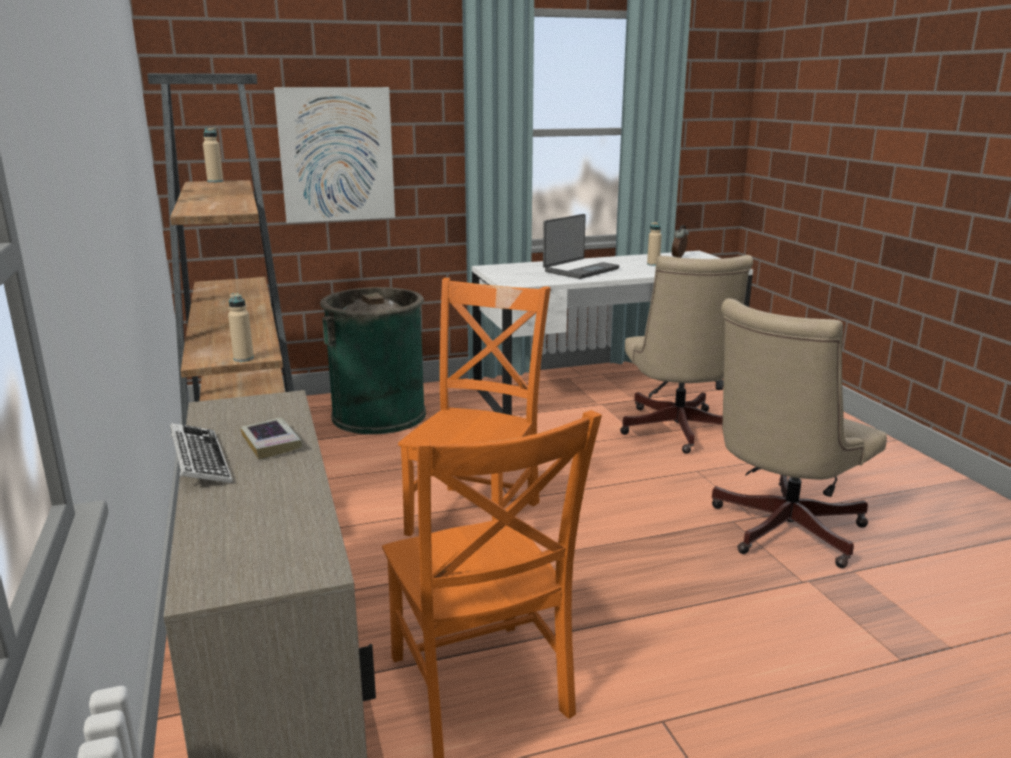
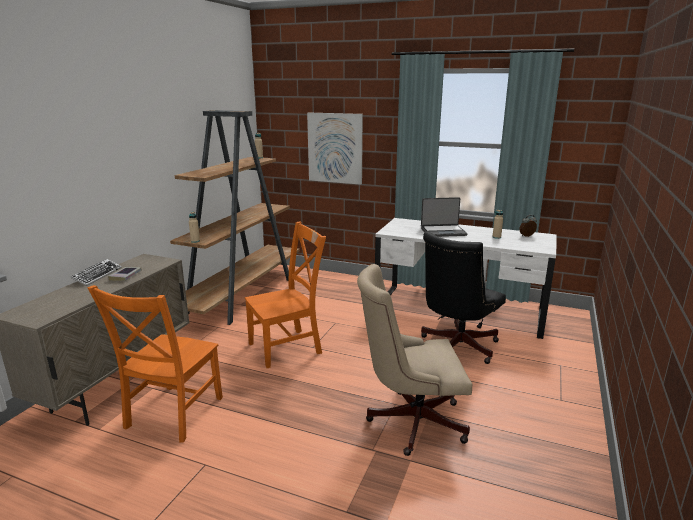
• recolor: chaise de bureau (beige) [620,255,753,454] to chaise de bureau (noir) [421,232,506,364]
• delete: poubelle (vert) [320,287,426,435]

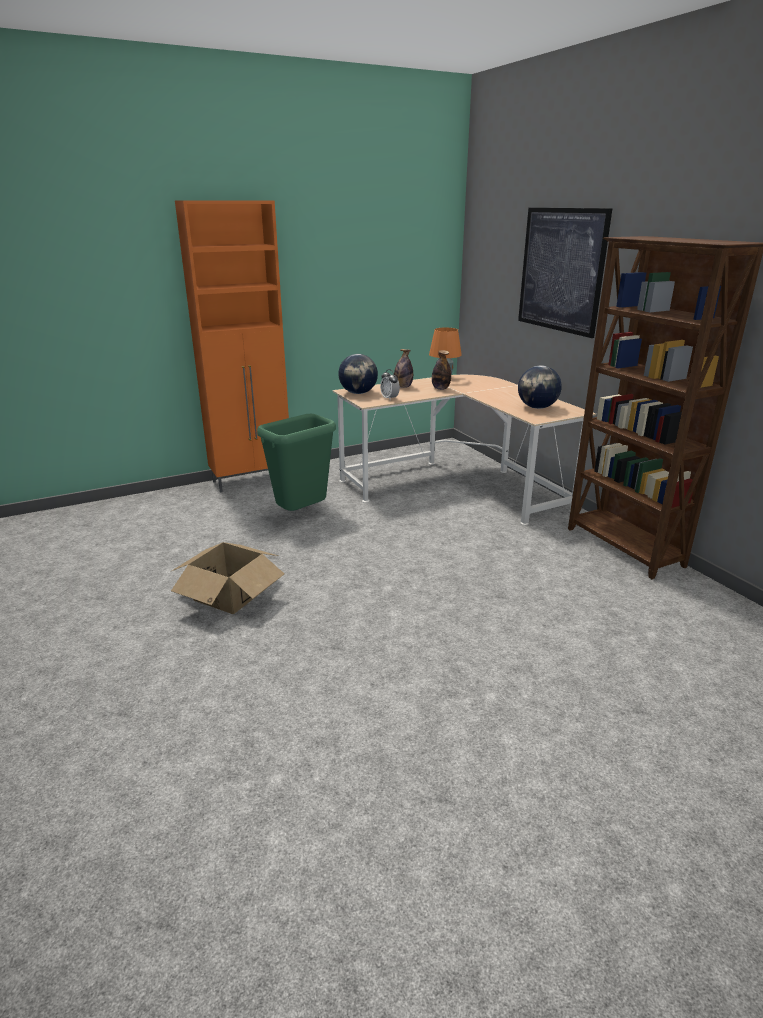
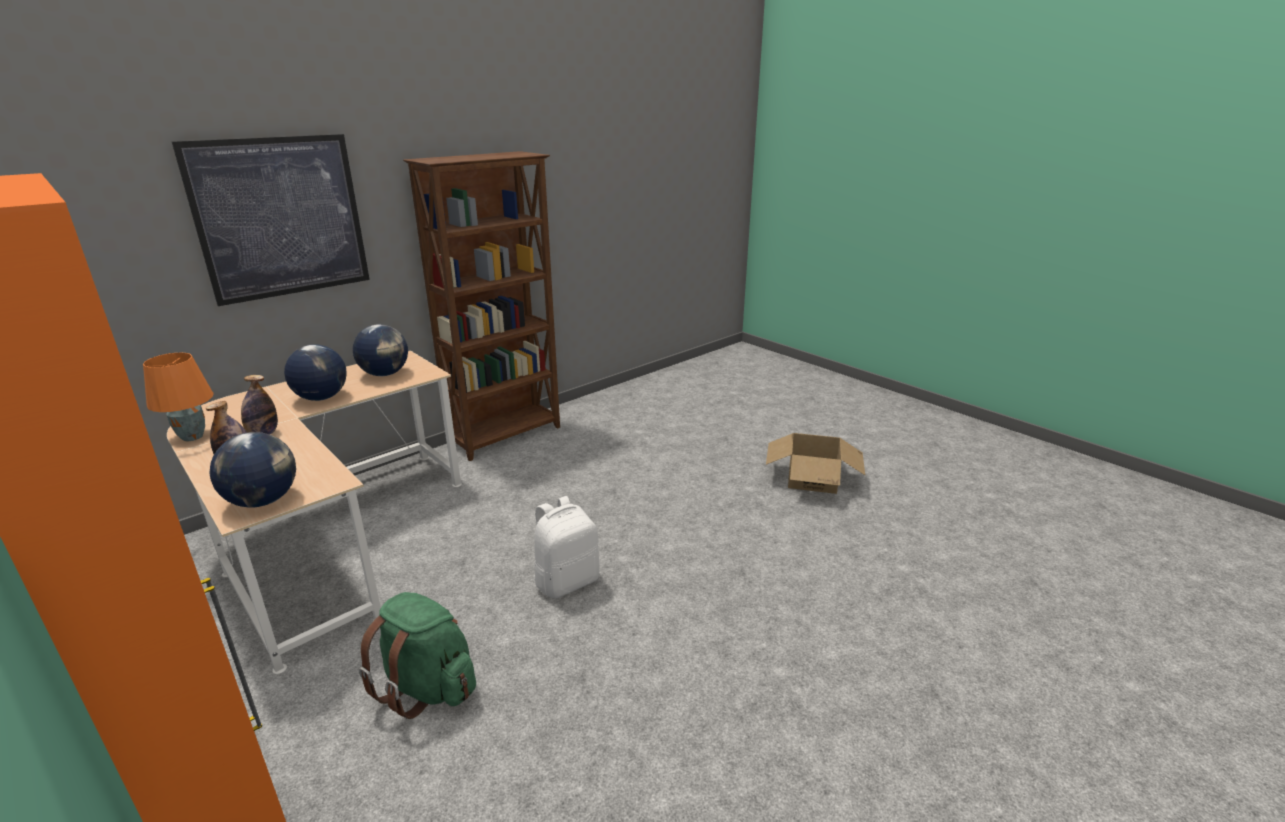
• insert: globe [284,344,347,401]
• replace: poubelle (vert) [257,414,336,511] to sac à dos (vert) [359,592,476,719]
• insert: sac à dos (blanc) [534,496,600,598]
• move: carton [171,542,284,614] to [766,433,865,494]
• delete: réveil [380,369,400,401]

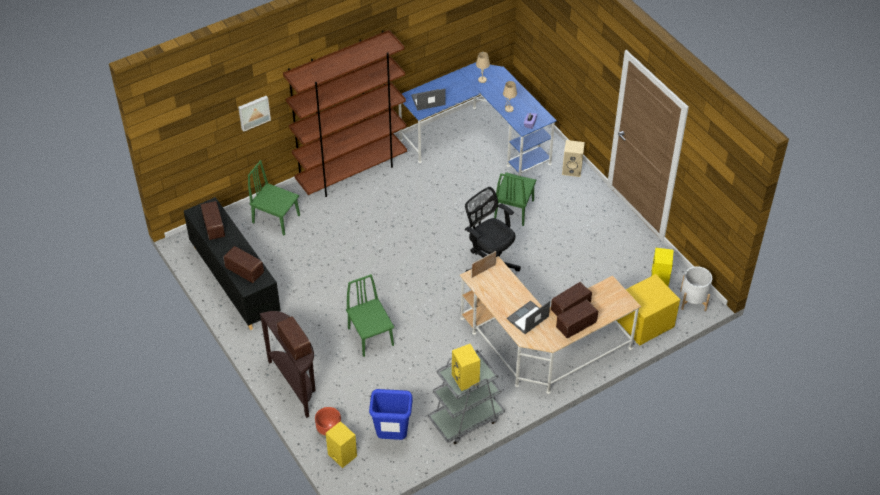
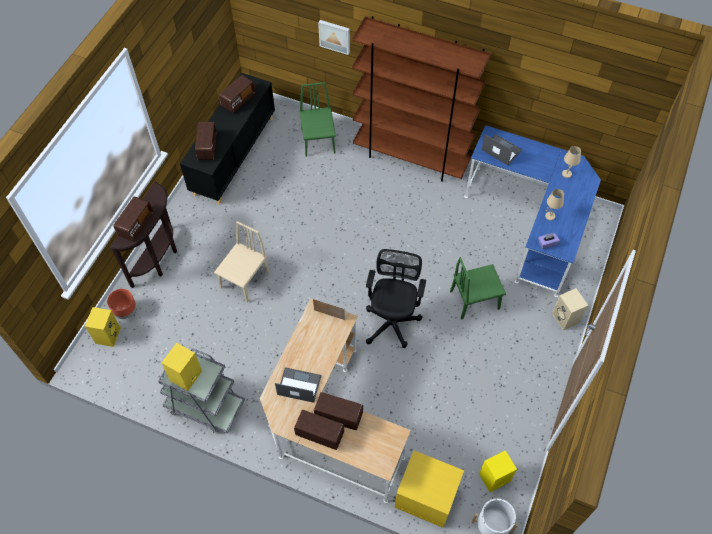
• recolor: chaise (vert) [346,274,394,357] to chaise (beige) [214,221,270,302]
• delete: poubelle (bleu) [369,389,413,440]

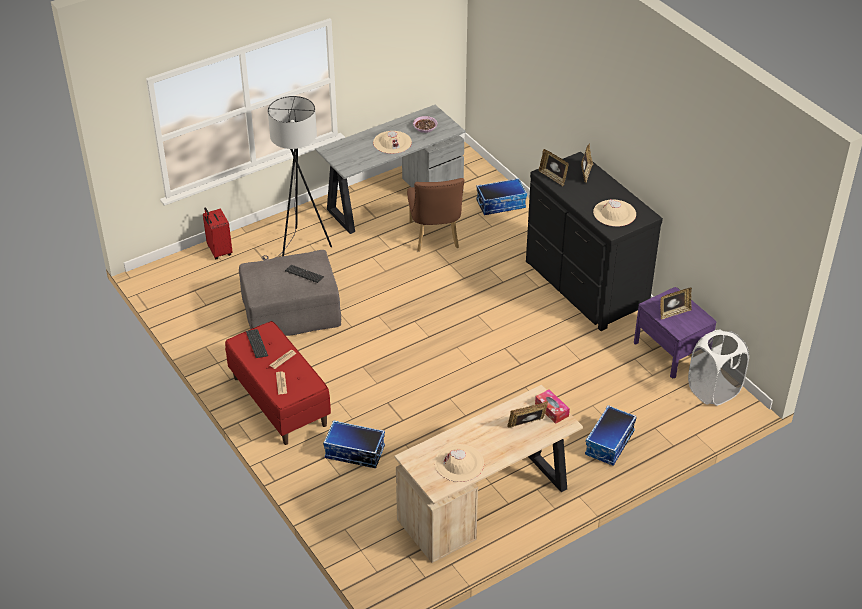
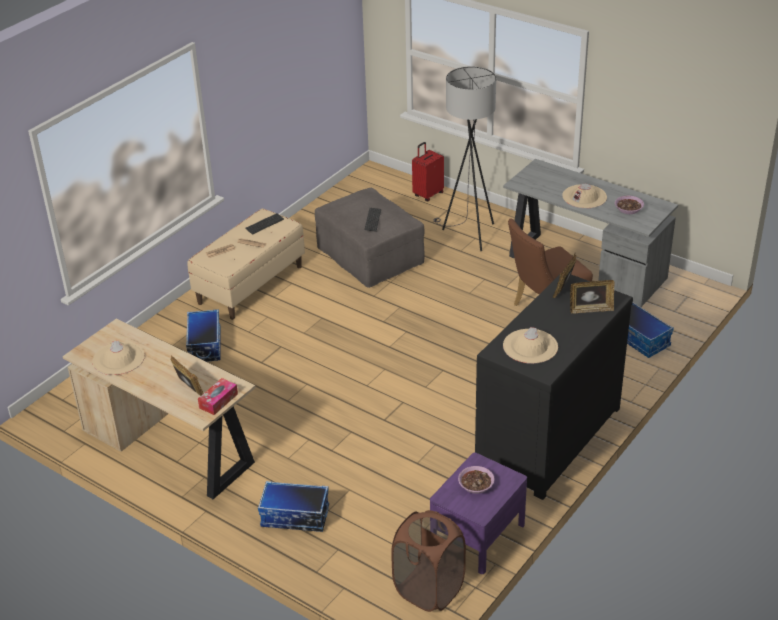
• recolor: banc (rouge) [225,321,331,445] to banc (beige) [188,209,305,320]
• recolor: panier à linge (blanc) [688,330,749,406] to panier à linge (marron) [391,510,466,612]
• replace: cadre photo [660,287,692,320] to bol [458,466,495,494]

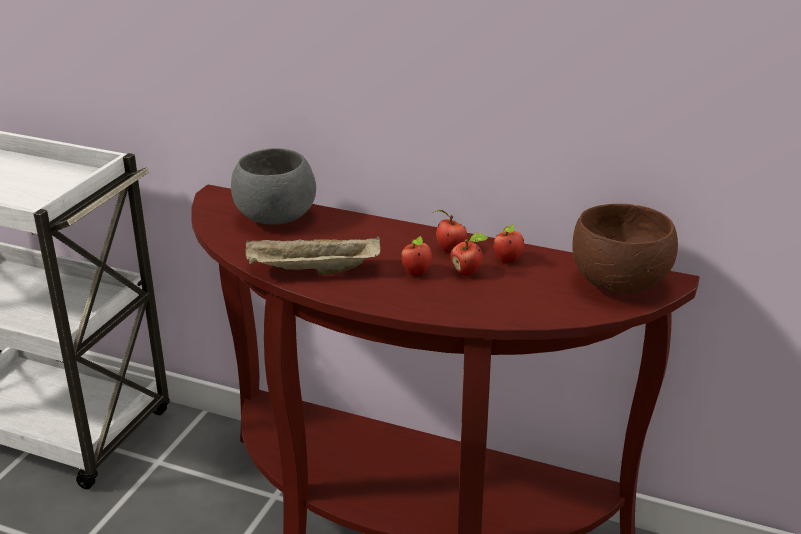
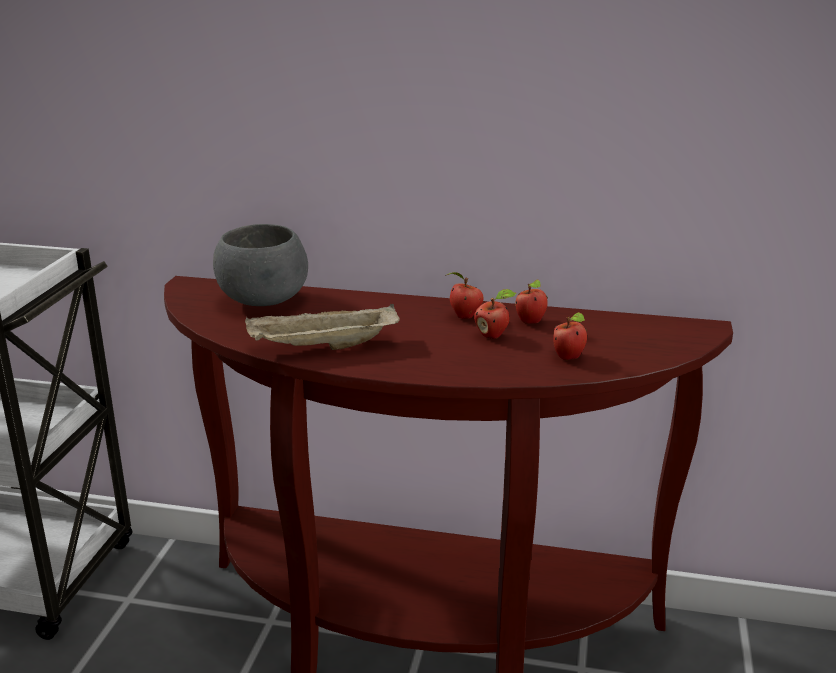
• move: pomme [401,236,432,276] to [553,312,587,360]
• delete: bol (marron) [572,204,678,294]

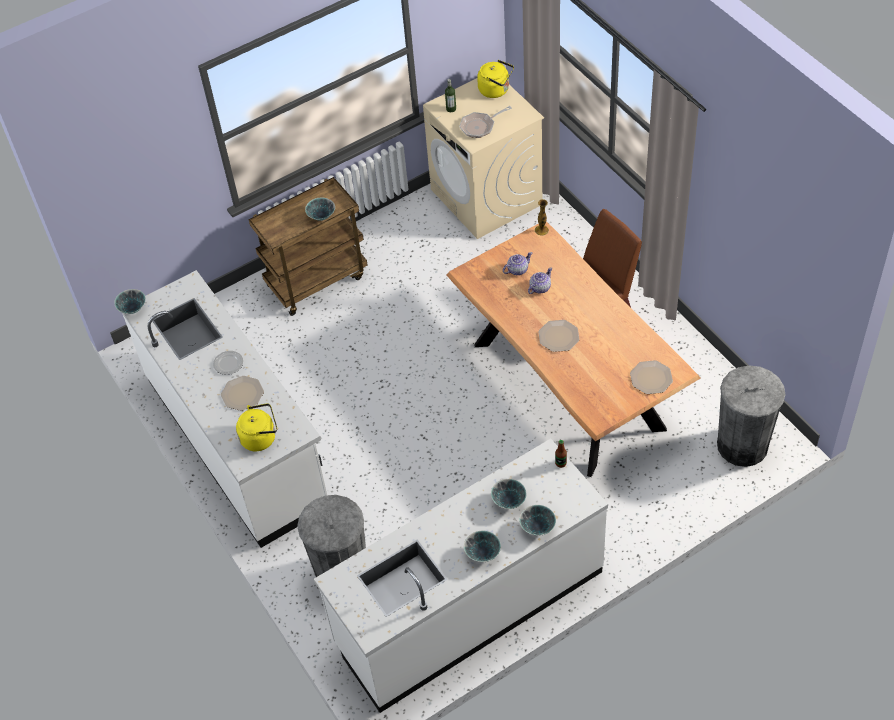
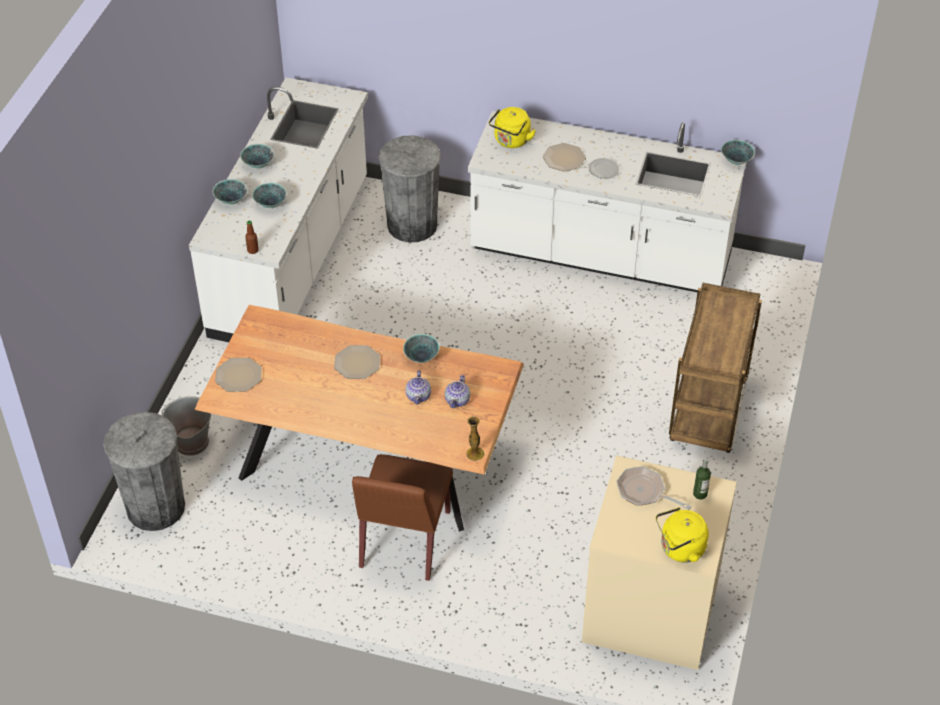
• insert: seau (gris) [161,396,211,456]
• move: bol [305,198,335,221] to [403,334,440,363]
• rotate: poêle [459,106,512,138] = [616,466,691,510] 75 degrees counterclockwise

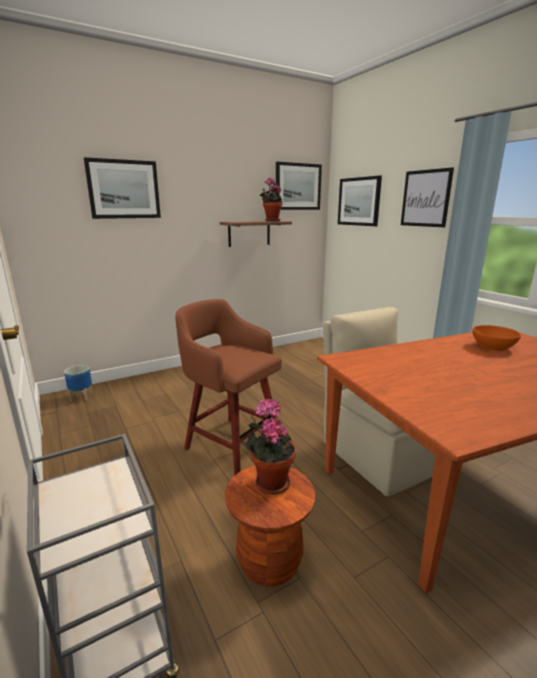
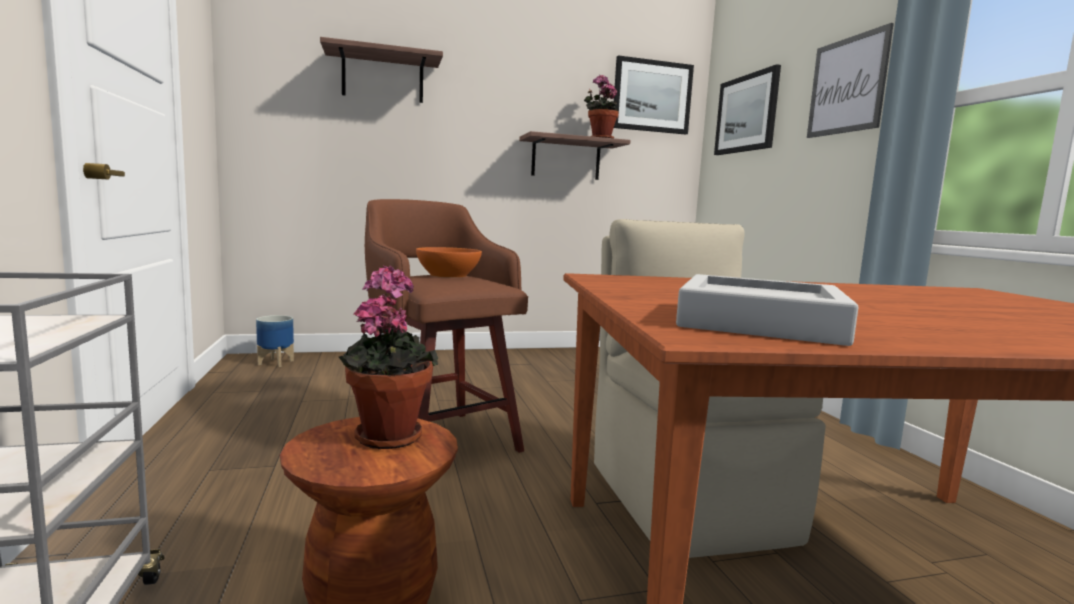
• replace: tableau [84,157,161,219] to étagère [320,37,443,103]
• move: bol (orange) [472,325,521,351] to [416,247,482,278]
• insert: plateau (gris) [676,274,859,346]

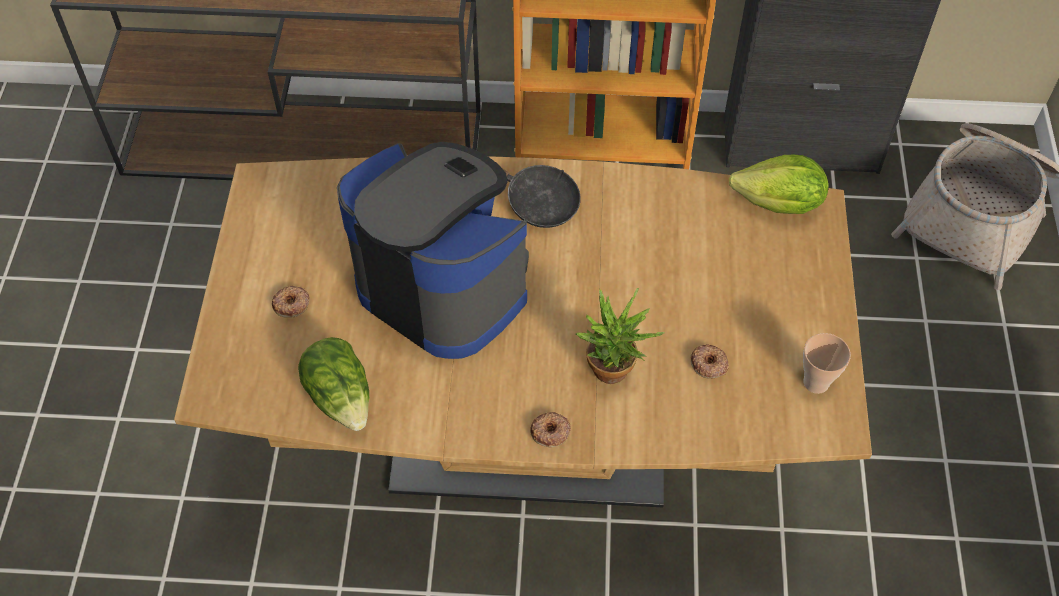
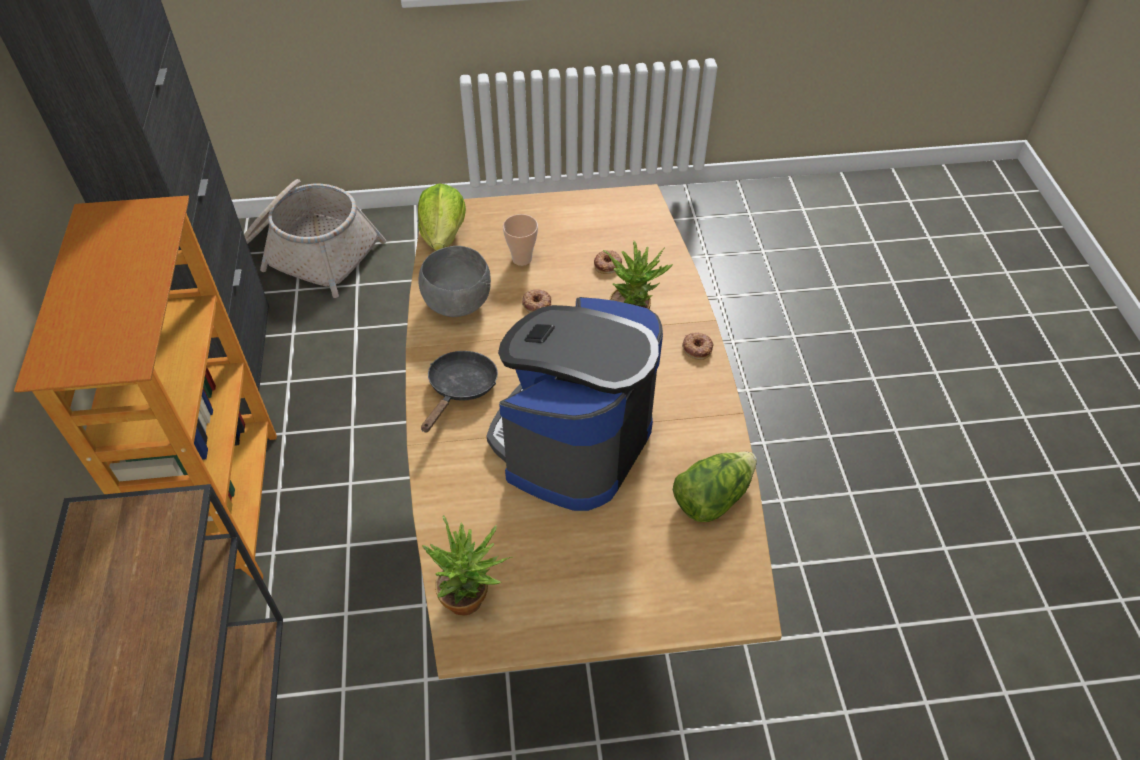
• insert: bol (gris) [418,246,491,317]
• insert: plante en pot [422,515,513,616]
• move: tasse [803,333,851,394] to [503,214,538,266]
• move: beignet [272,286,309,318] to [522,289,551,313]

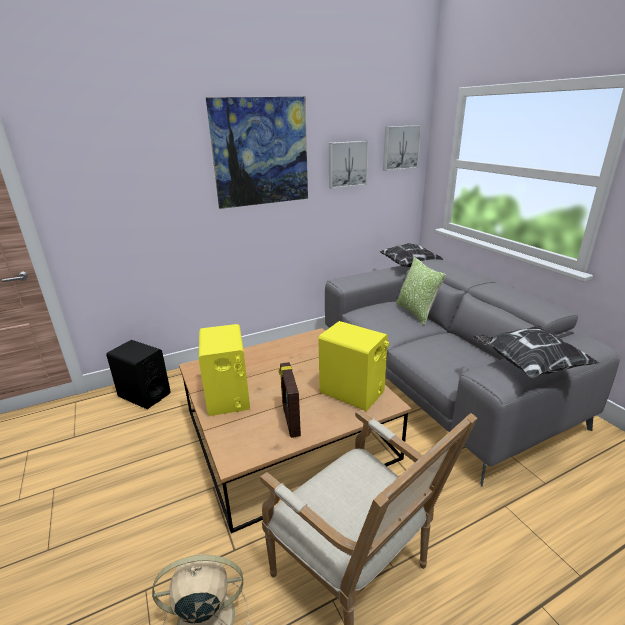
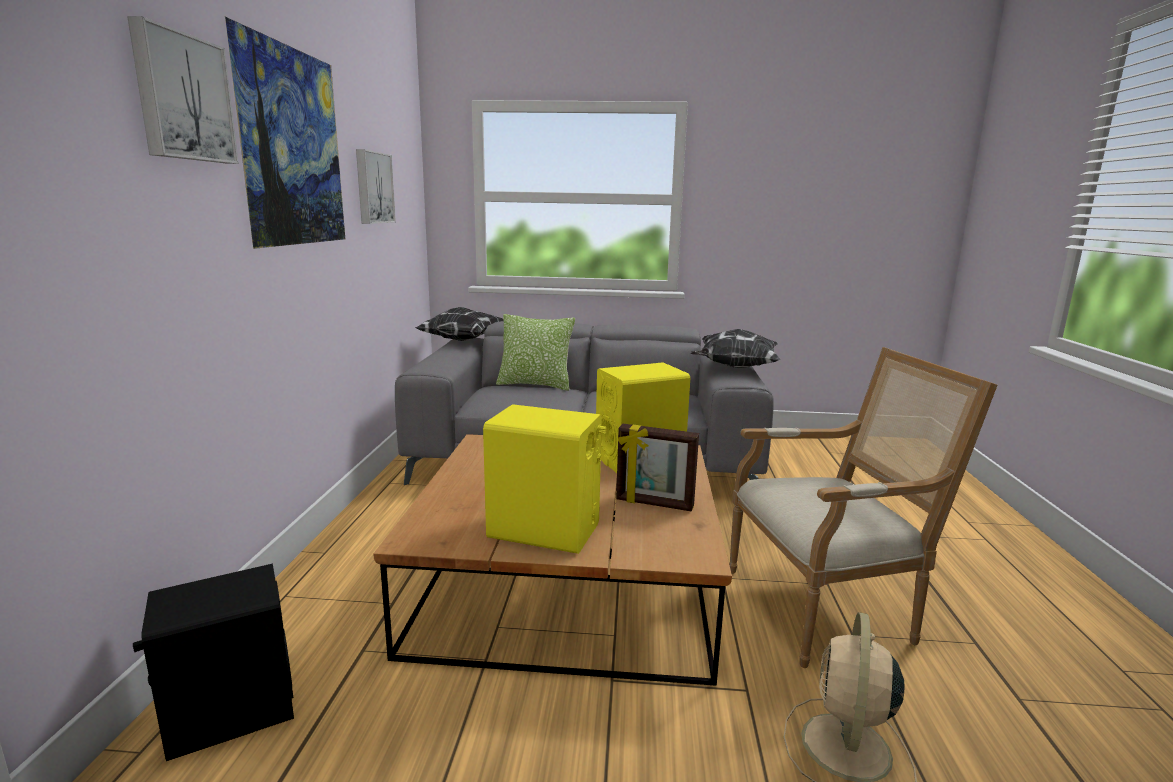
• move: tableau [383,125,422,171] to [127,16,239,164]

